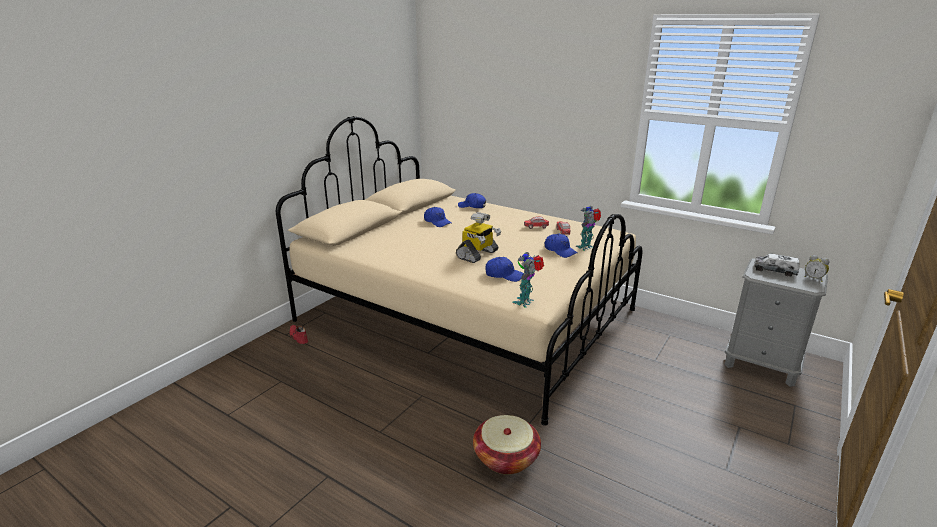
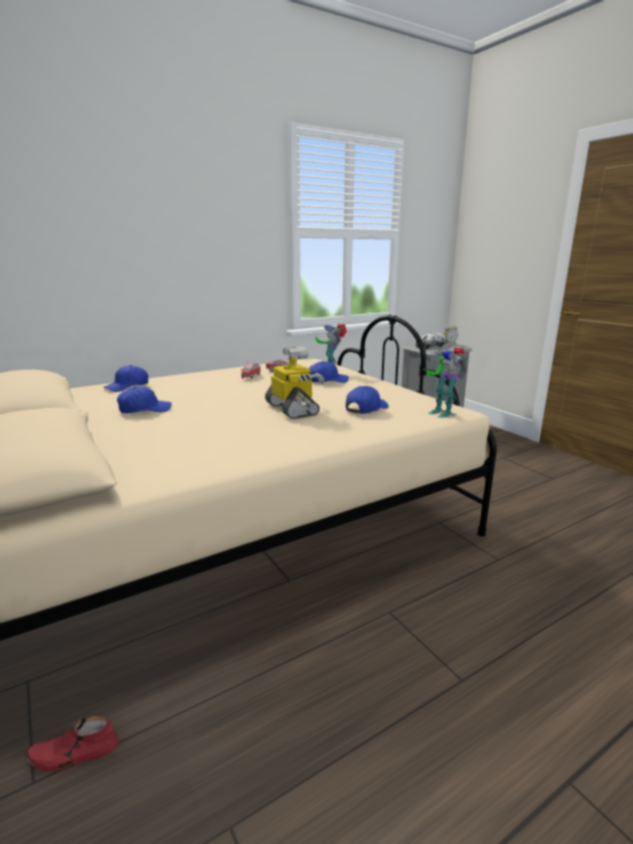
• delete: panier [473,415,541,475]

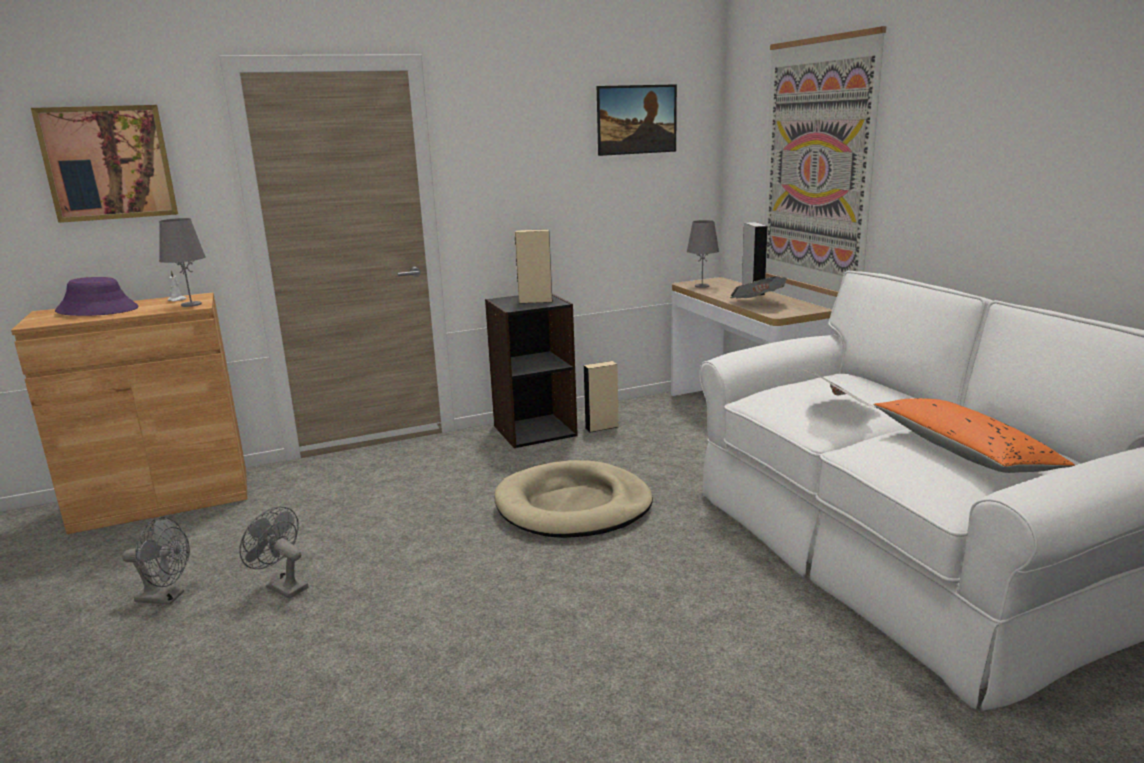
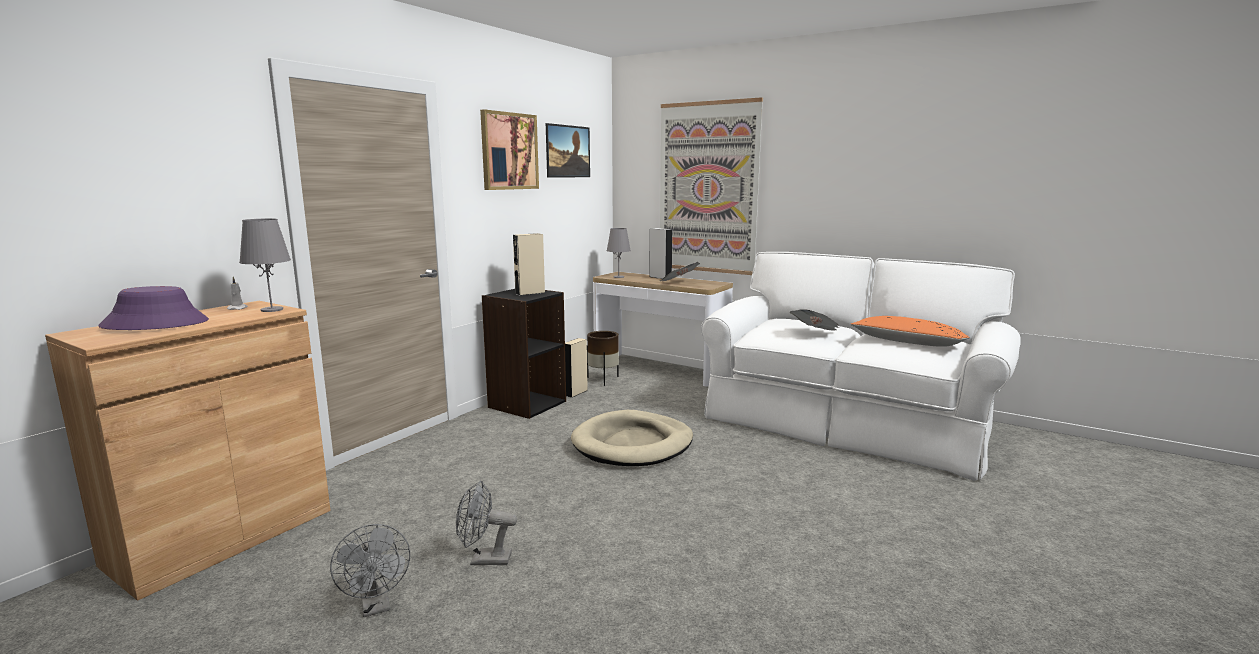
• rotate: ventilateur (gris) [122,517,190,604] = [330,524,410,617] 90 degrees clockwise
• move: tableau [31,105,178,223] to [480,109,539,190]
• insert: cache-pot (marron) [587,331,619,386]

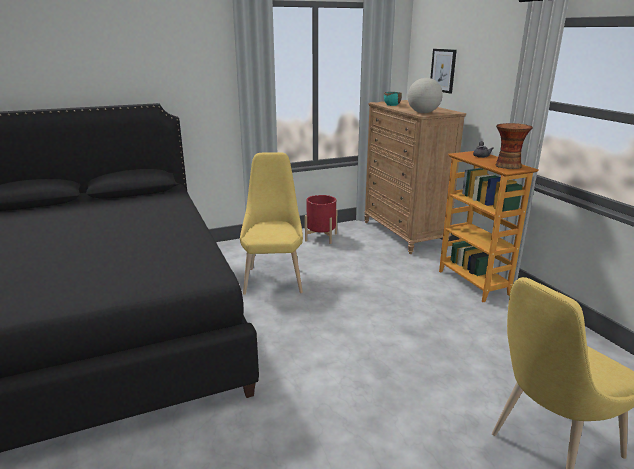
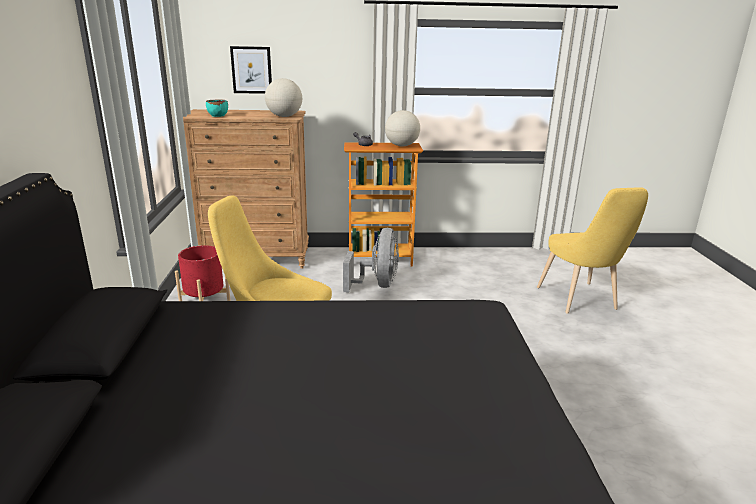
• insert: ventilateur (gris) [343,228,399,293]
• replace: vase [496,123,533,169] to globe [385,110,420,146]

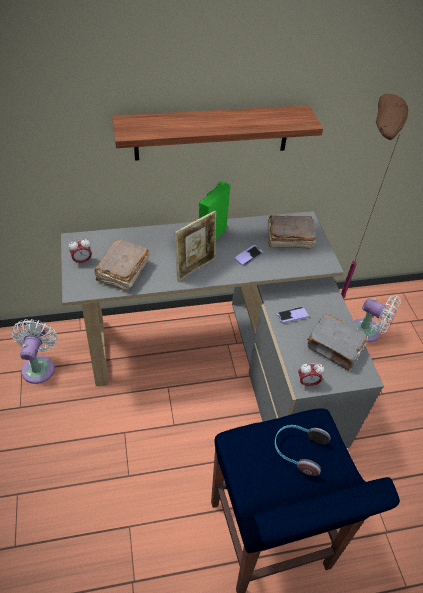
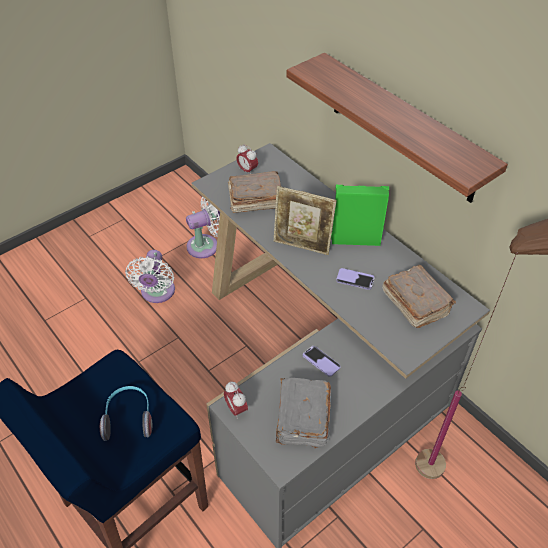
• move: ventilateur (blanc) [354,295,401,342] to [125,250,175,303]

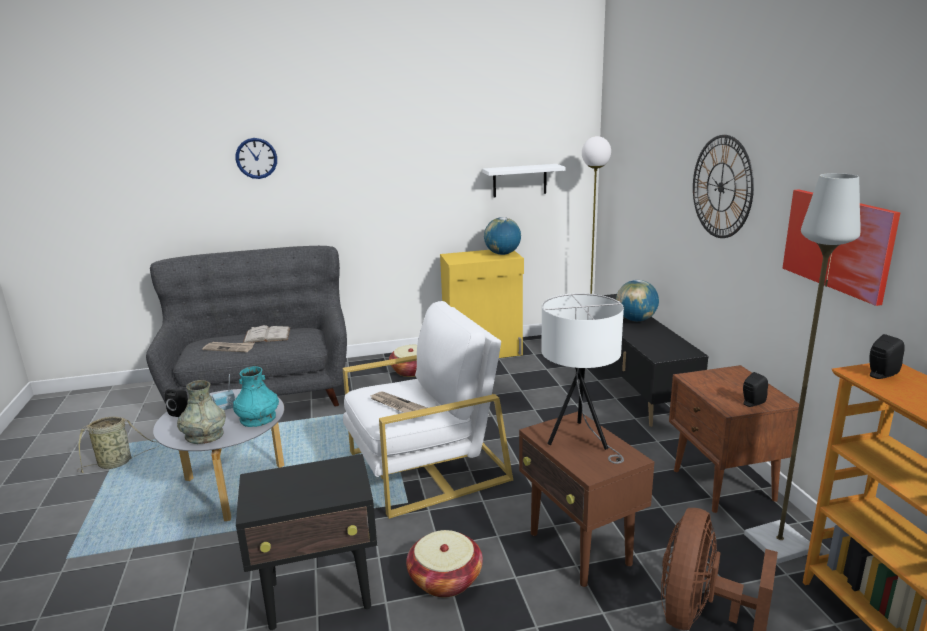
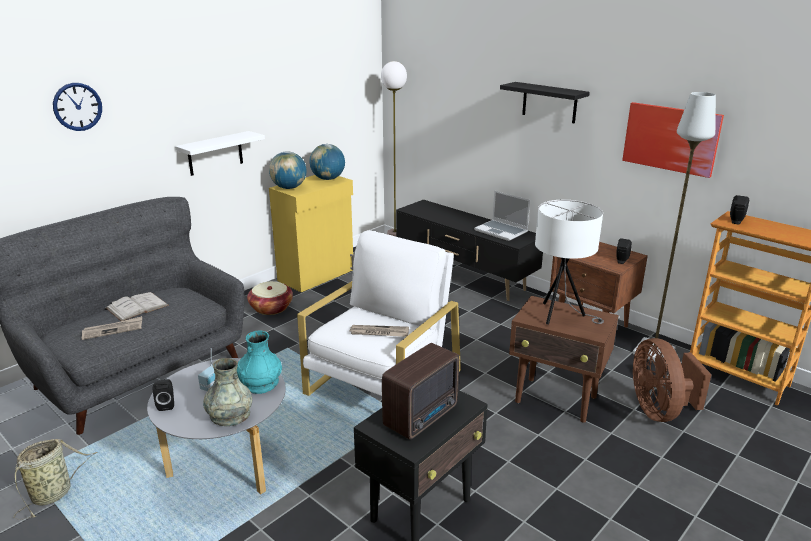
• move: étagère (blanc) [482,164,566,197] to [175,131,265,176]
• move: globe [616,280,659,321] to [269,151,306,189]
• insert: radio [382,343,459,440]
• insert: ordinateur portable [474,191,530,241]
• replace: horloge murale [693,135,754,238] to étagère (noir) [500,82,590,123]
• delete: panier [406,530,483,597]

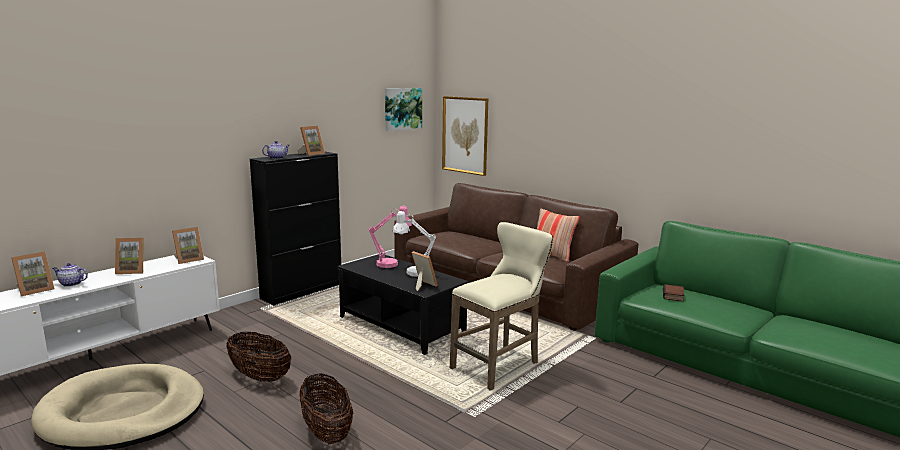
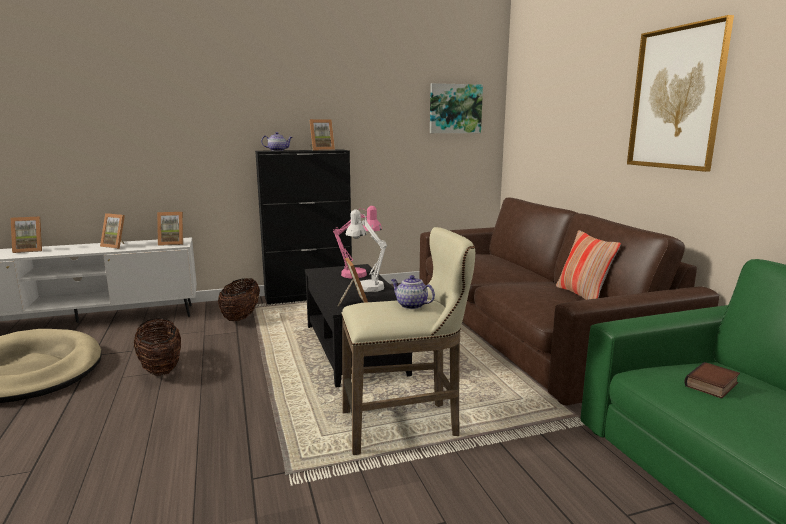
• move: panier [299,373,353,445] to [218,278,260,321]
• move: théière [53,263,88,287] to [391,275,435,309]
• move: tableau [442,96,488,176] to [627,15,734,172]

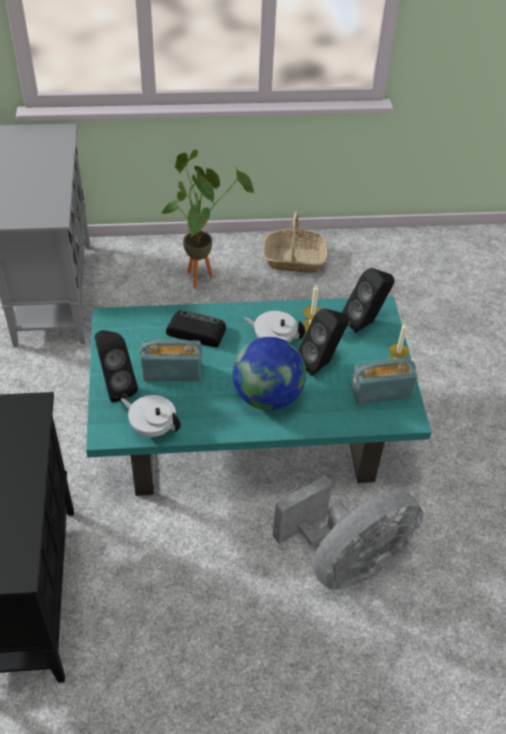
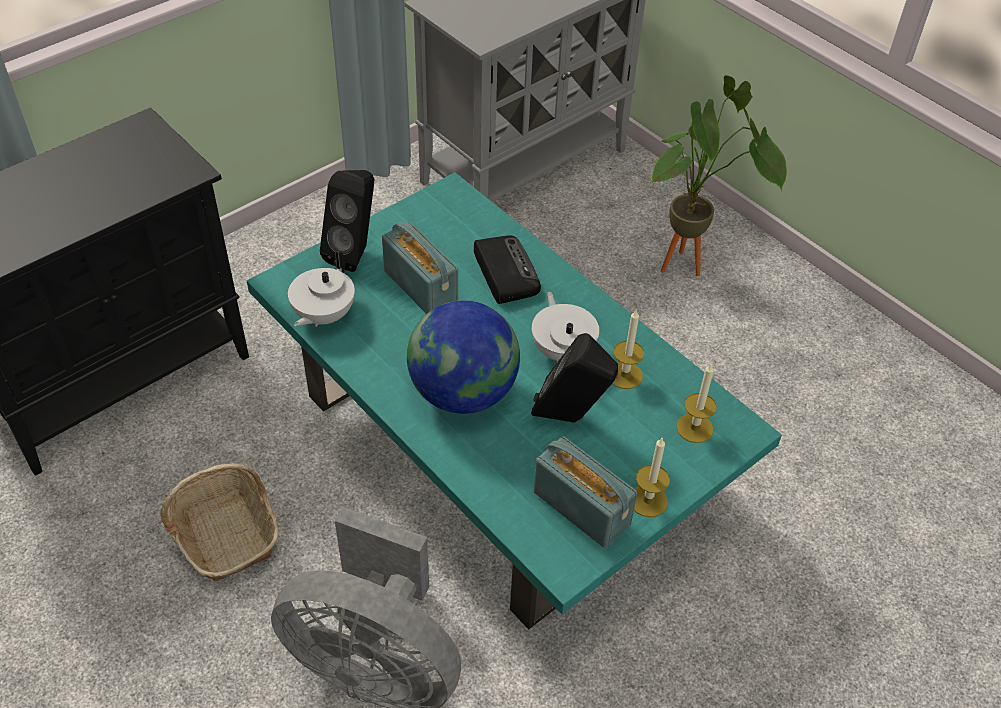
• move: panier [263,212,327,273] to [161,463,279,581]
• rotate: théière (blanc) [121,395,181,437] = [288,251,355,327] 150 degrees counterclockwise
• replace: enceinte (noir) [342,268,394,333] to bougie [676,364,717,443]

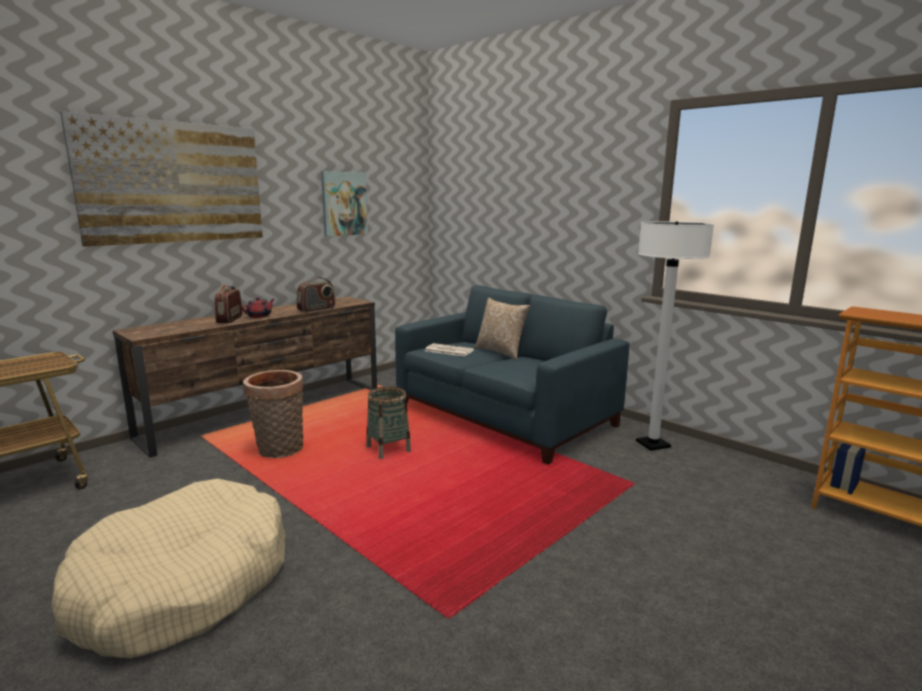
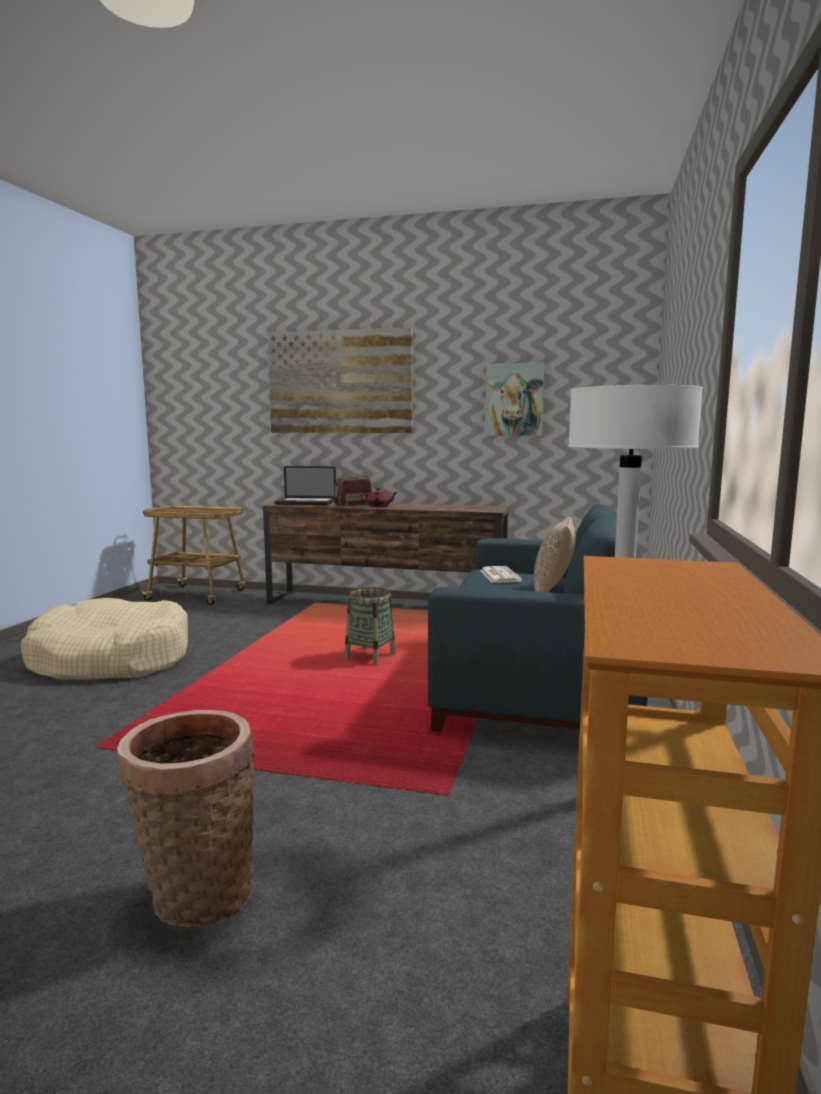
• move: panier [243,370,304,458] to [117,710,255,928]
• insert: ordinateur portable [275,466,336,505]
• delete: radio [297,277,335,312]

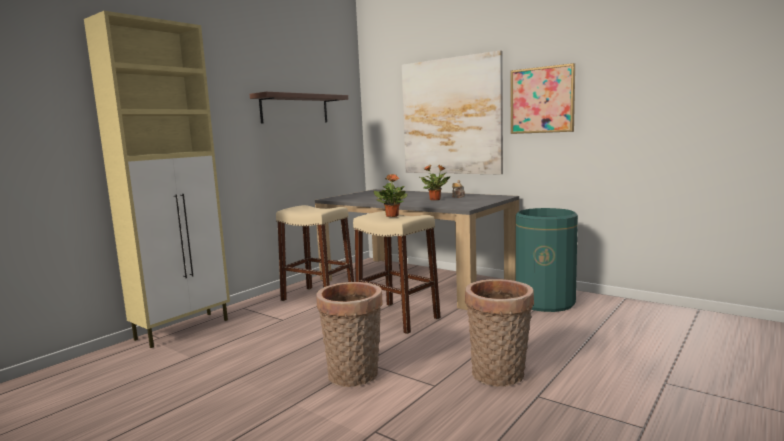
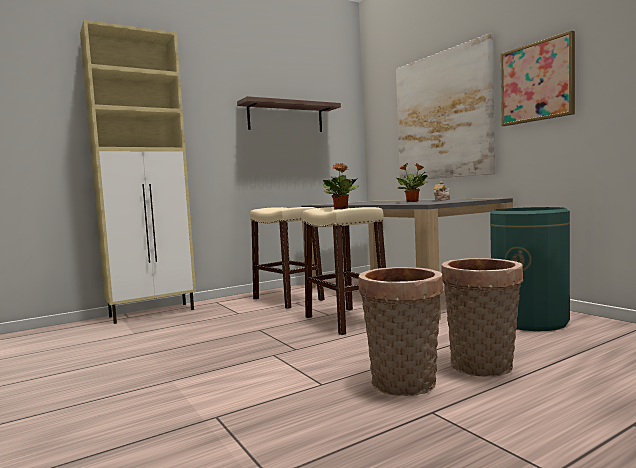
• move: panier [316,282,383,387] to [441,258,523,377]

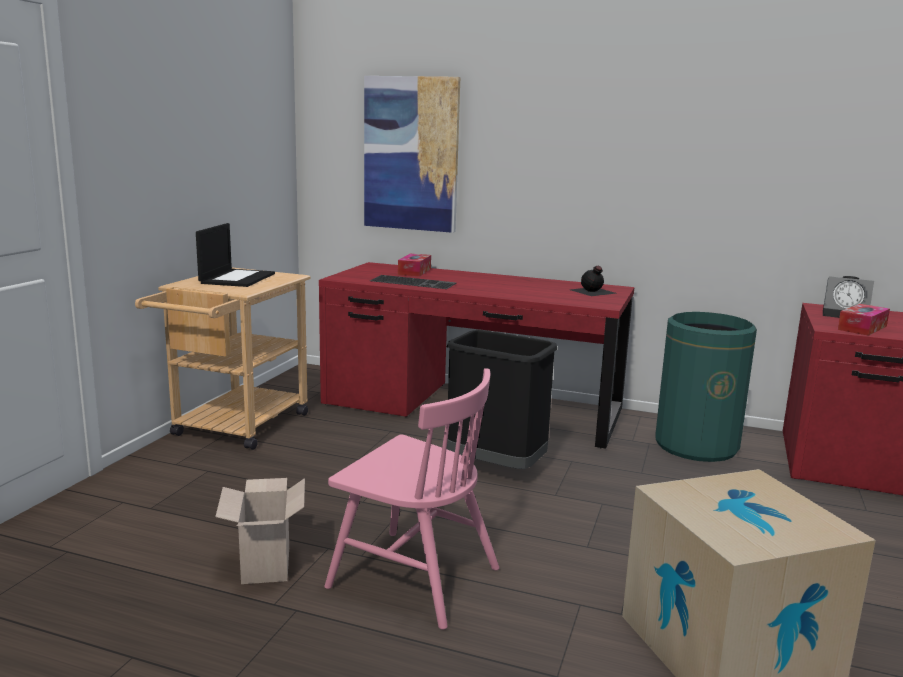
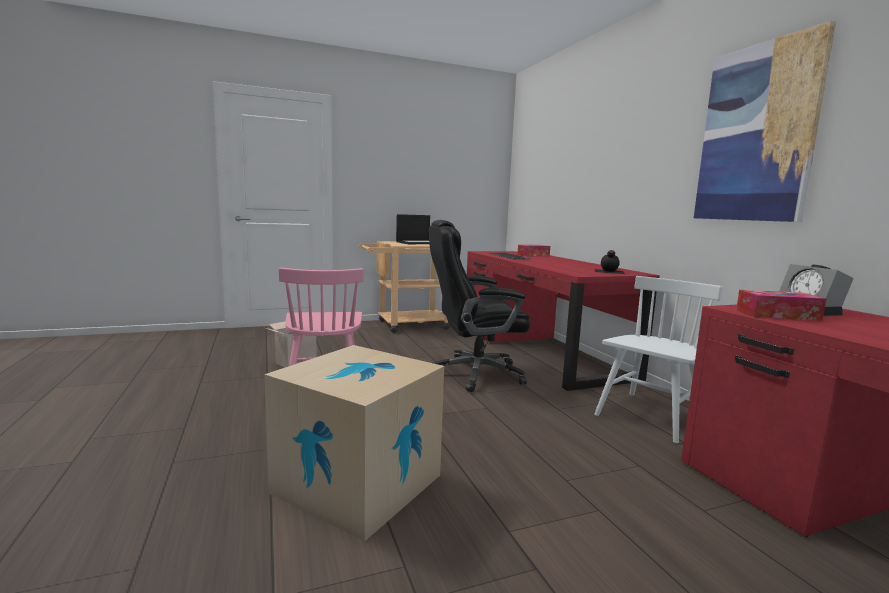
• replace: poubelle (noir) [447,330,557,469] to chaise de bureau (noir) [429,220,530,392]
• replace: poubelle (vert) [656,312,757,462] to chaise (blanc) [594,276,722,443]
• move: tableau [364,76,460,233] to [694,20,836,222]

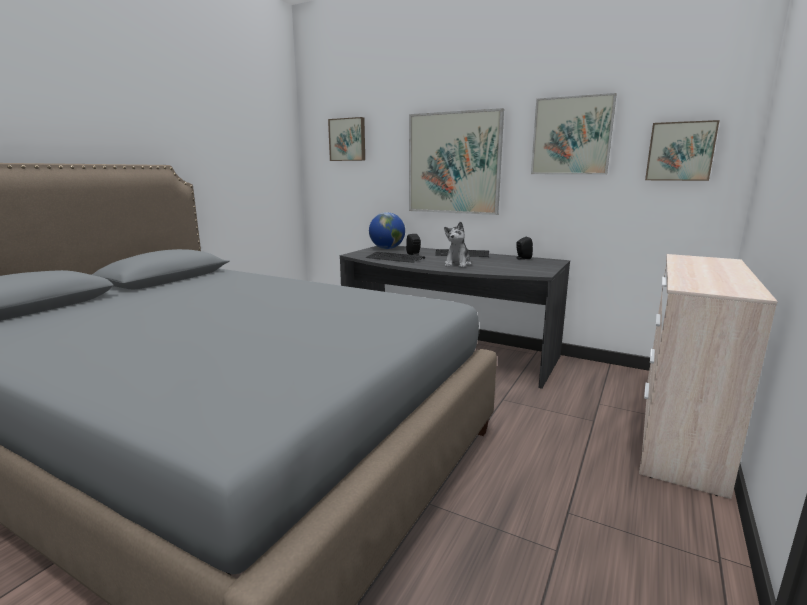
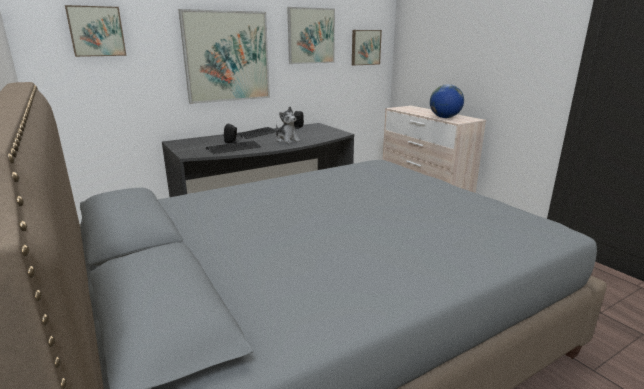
• move: globe [369,212,405,249] to [430,84,464,118]

